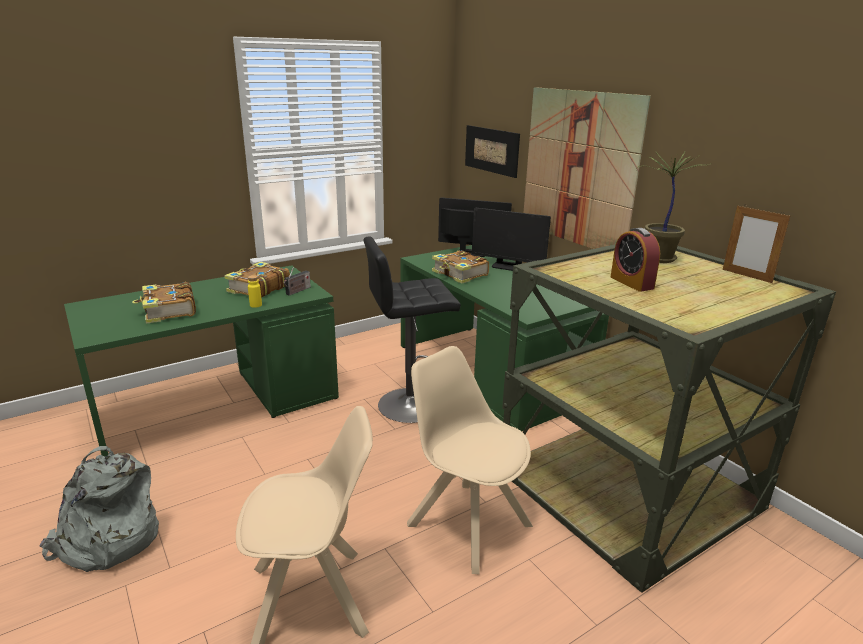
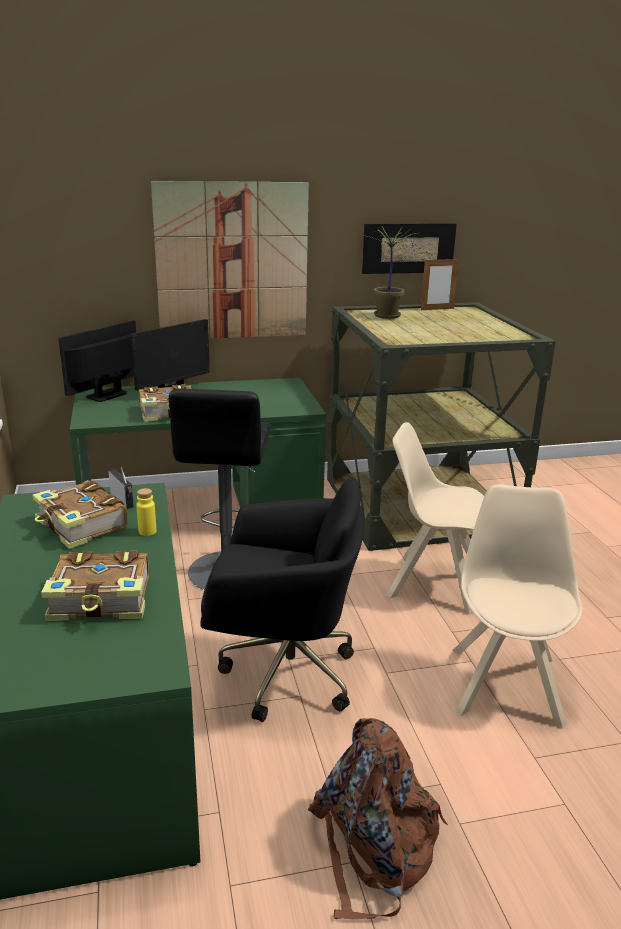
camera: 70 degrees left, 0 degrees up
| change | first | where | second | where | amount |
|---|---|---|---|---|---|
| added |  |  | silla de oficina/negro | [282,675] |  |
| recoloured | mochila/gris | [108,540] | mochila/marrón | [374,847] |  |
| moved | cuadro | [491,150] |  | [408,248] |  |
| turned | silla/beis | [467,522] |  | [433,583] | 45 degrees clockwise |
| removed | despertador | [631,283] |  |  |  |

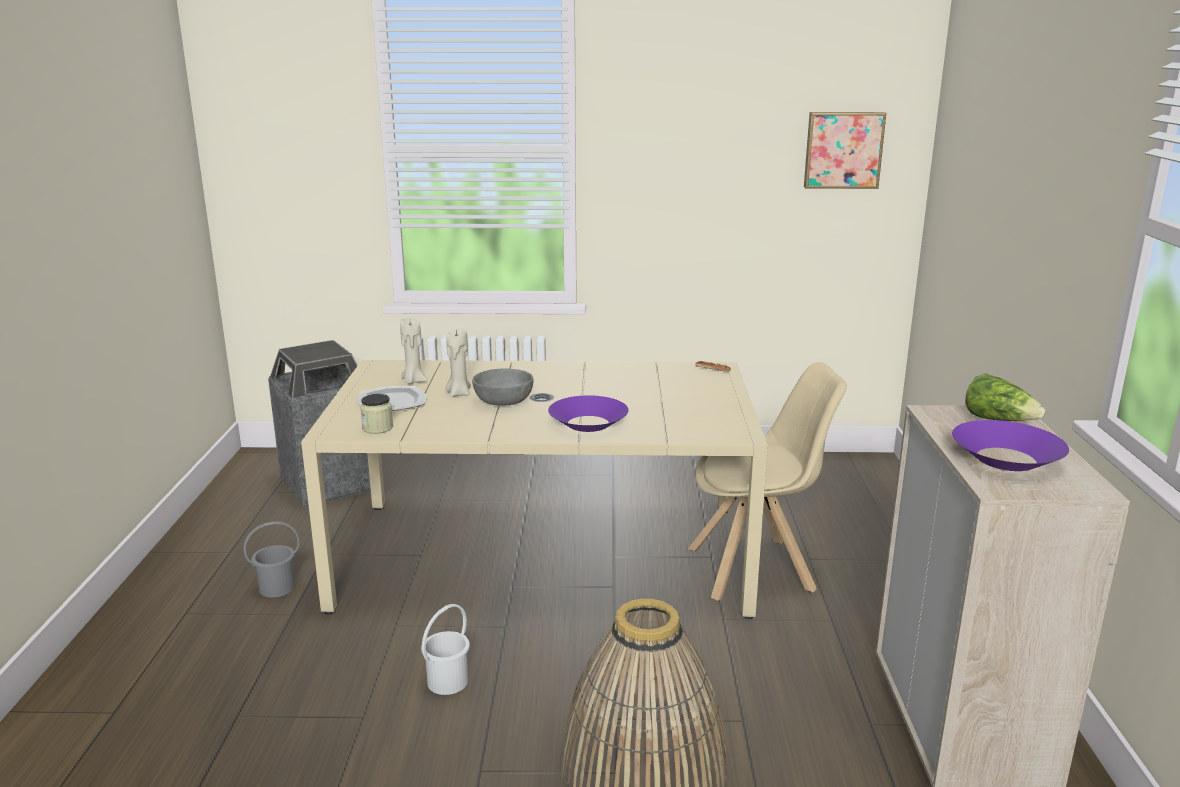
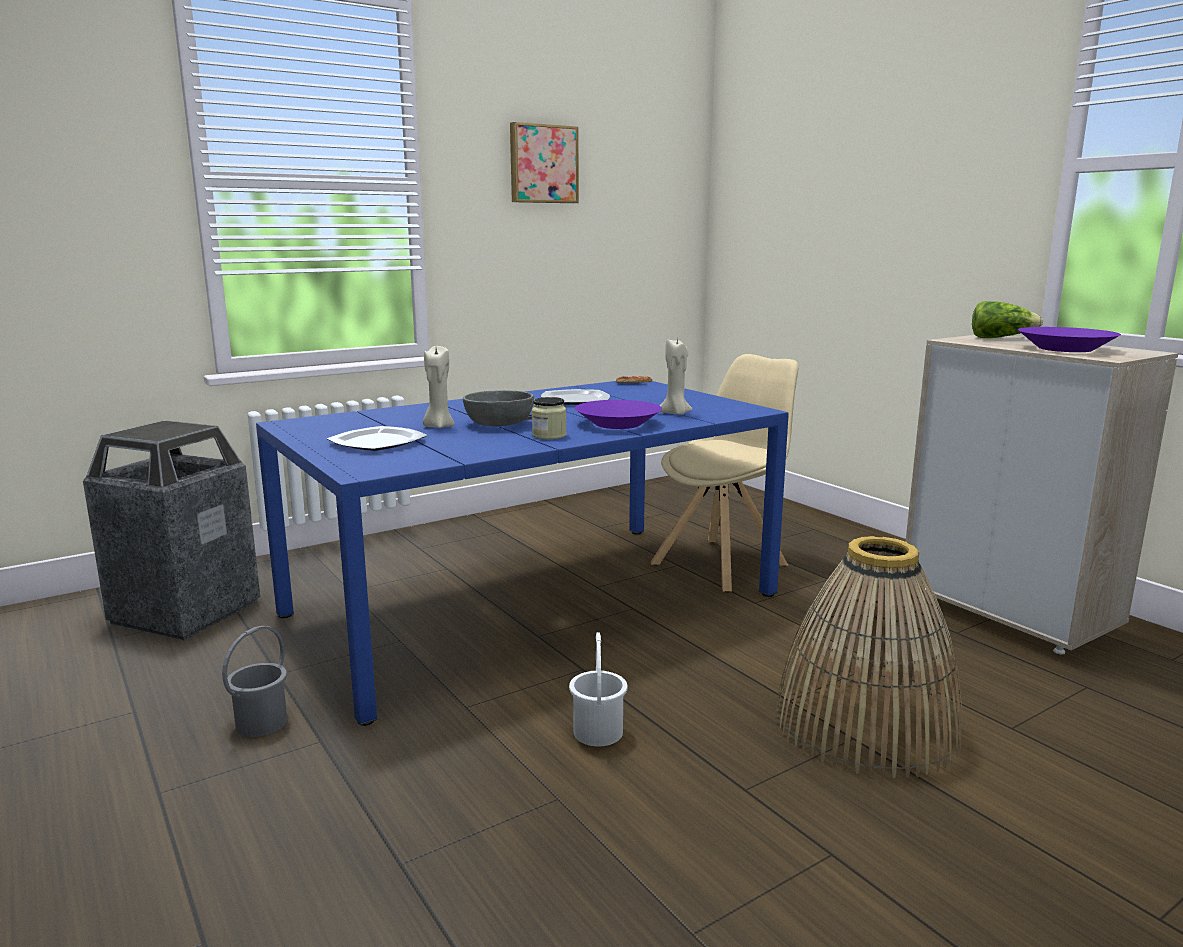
camera: 35 degrees left, 5 degrees down
| change | first | where | second | where | amount |
|---|---|---|---|---|---|
| recoloured | mesa de comedor/beis | [544,556] | mesa de comedor/azul | [533,605] |  |
| moved | cuadro | [843,150] |  | [542,164] |  |
| moved | tarro | [377,428] |  | [549,435] |  |
| added |  |  | plato | [576,400] |  |
| moved | vela/beis | [413,381] |  | [675,413] |  |

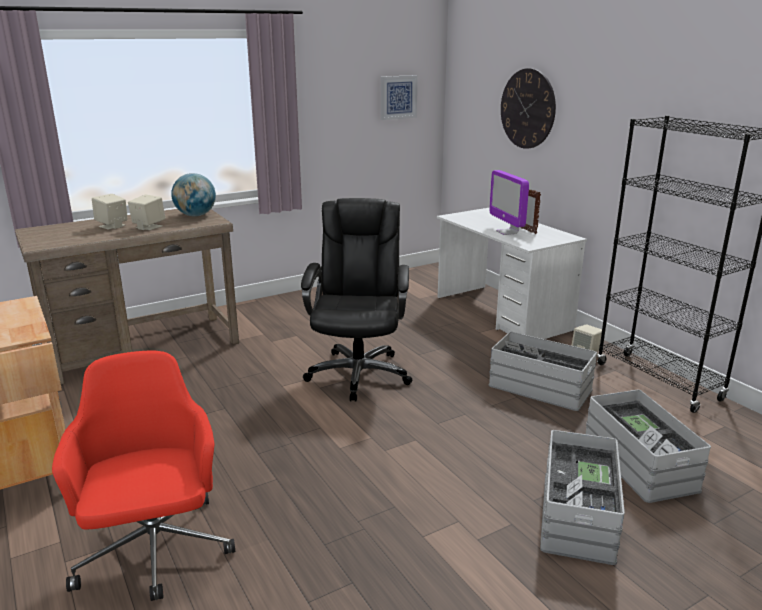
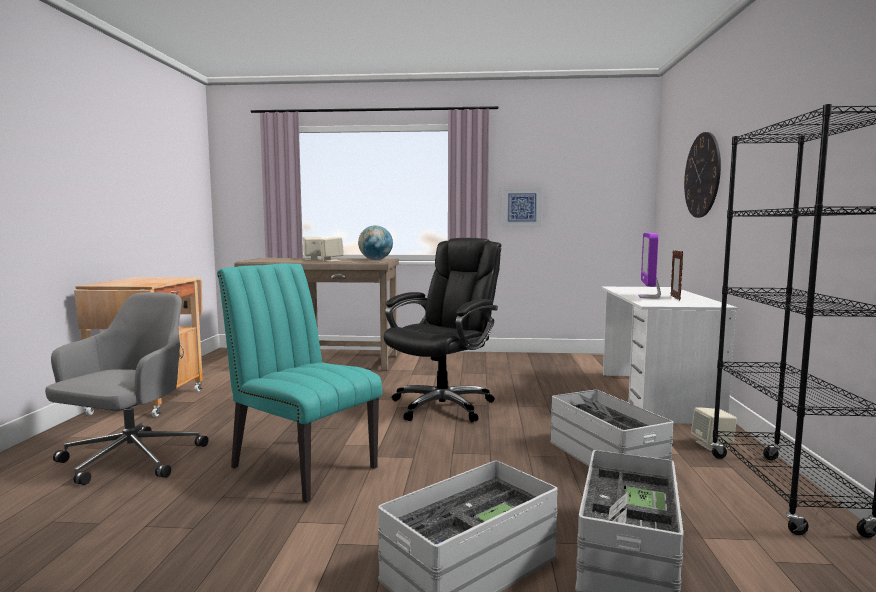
camera: 35 degrees right, 15 degrees down
| change | first | where | second | where | amount |
|---|---|---|---|---|---|
| recoloured | silla de oficina/rojo | [155,551] | silla de oficina/gris | [129,460] |  |
| added |  |  | silla/turquesa | [304,468] |  |
| moved | cuadro | [398,97] |  | [521,207] |  |

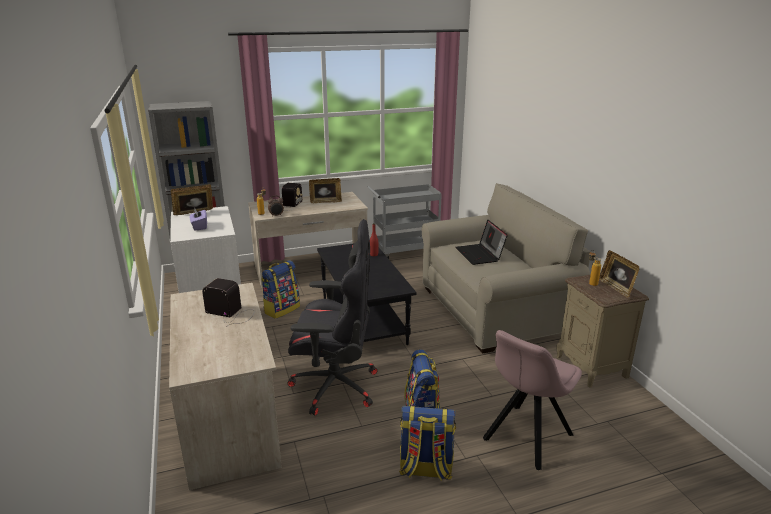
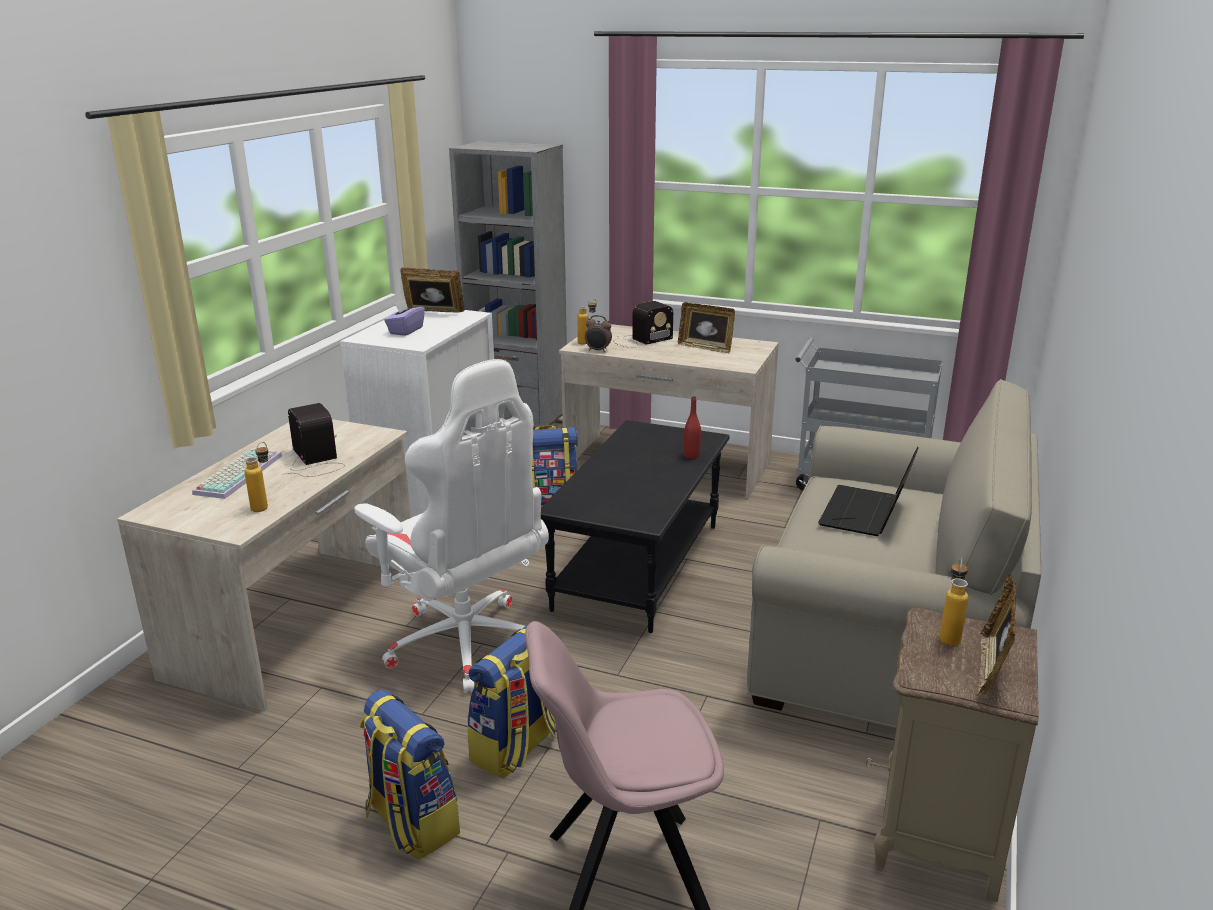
camera: 40 degrees right, 0 degrees up
| change | first | where | second | where | amount |
|---|---|---|---|---|---|
| added |  |  | teclado | [238,474] |  |
| added |  |  | botella | [264,506] |  |
| recoloured | silla de oficina/negro | [334,387] | silla de oficina/blanco | [464,643] |  |

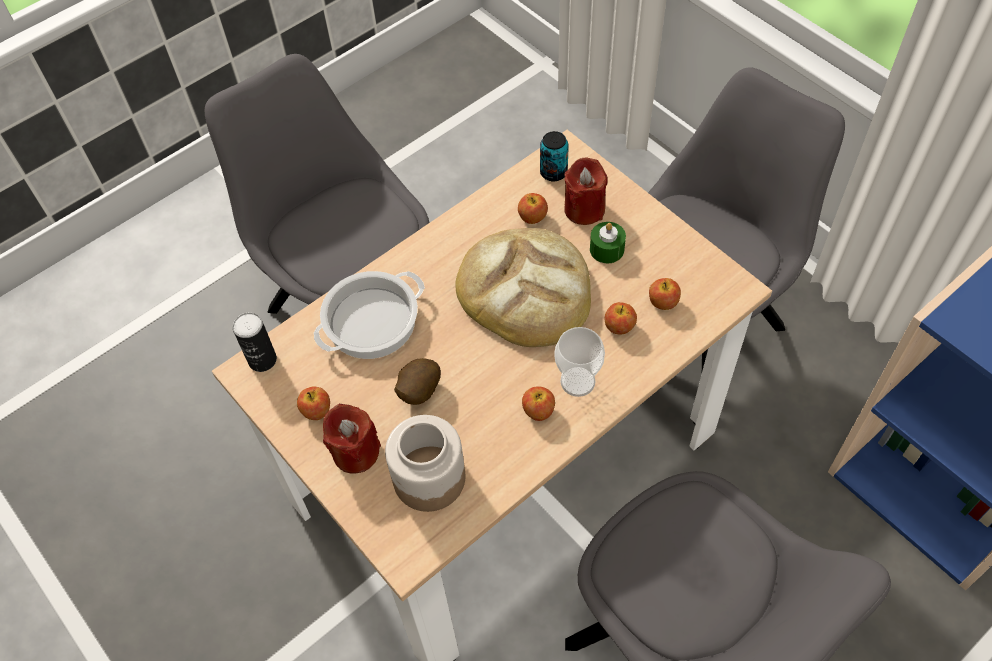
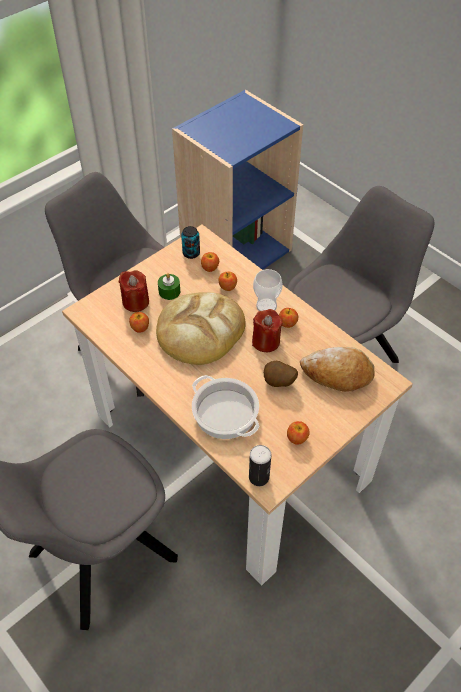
camera: 95 degrees left, 5 degrees down
| change | first | where | second | where | amount |
|---|---|---|---|---|---|
| moved | lata | [553,172] |  | [191,253] |  |
| moved | vela/rojo | [355,452] |  | [266,341] |  |
| replaced | tarro | [428,477] | pan | [337,374] |  |

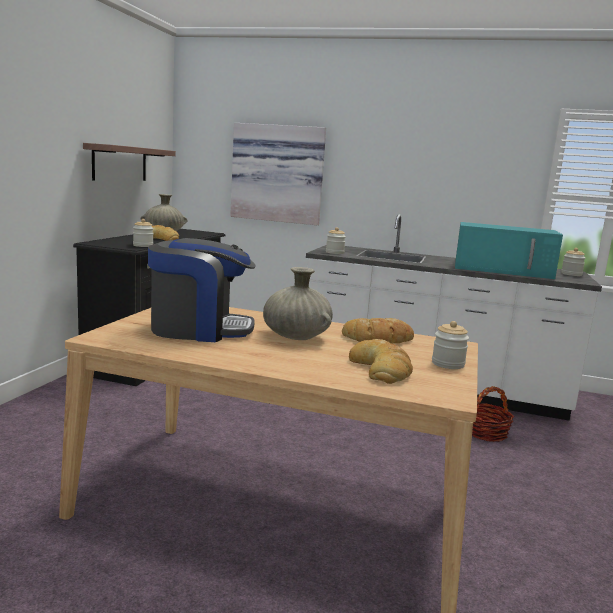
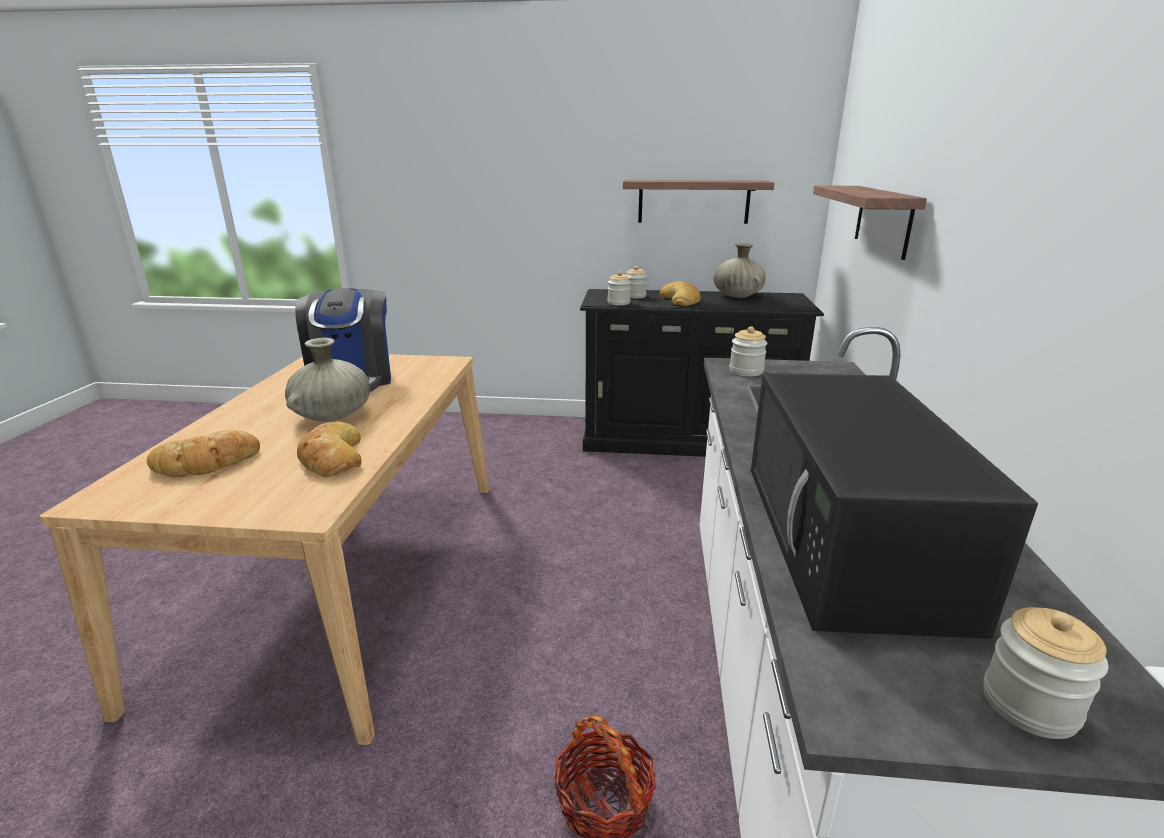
camera: 80 degrees right, 10 degrees up
| change | first | where | second | where | amount |
|---|---|---|---|---|---|
| moved | tarro | [448,364] |  | [635,296] |  |
| recoloured | microondas/turquesa | [504,270] | microondas/negro | [849,540] |  |
| replaced | cuadro | [278,173] | estante | [883,220] |  |

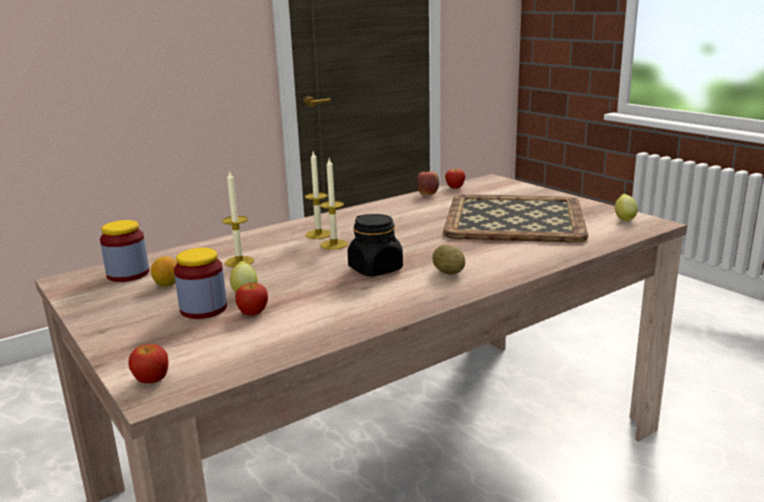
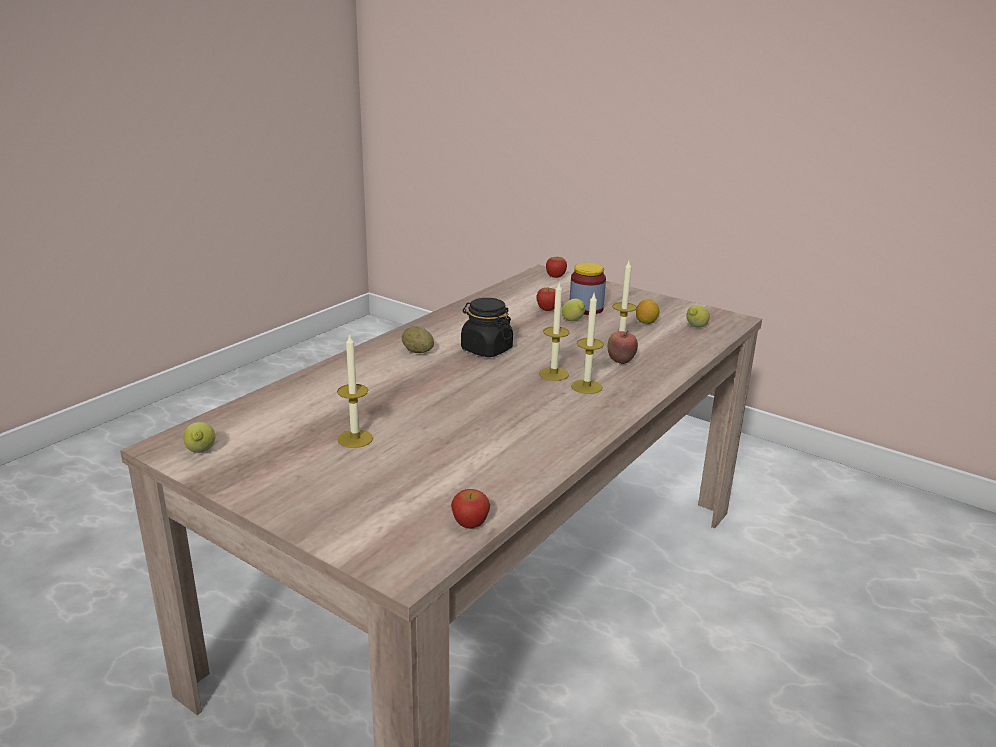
camera: 160 degrees right, 5 degrees up
| change | first | where | second | where | amount |
|---|---|---|---|---|---|
| replaced | bandeja | [515,218] | vela | [355,439] |  |
| moved | manzana | [428,195] |  | [620,362] |  |
| replaced | tarro | [128,274] | limón | [695,327] |  |

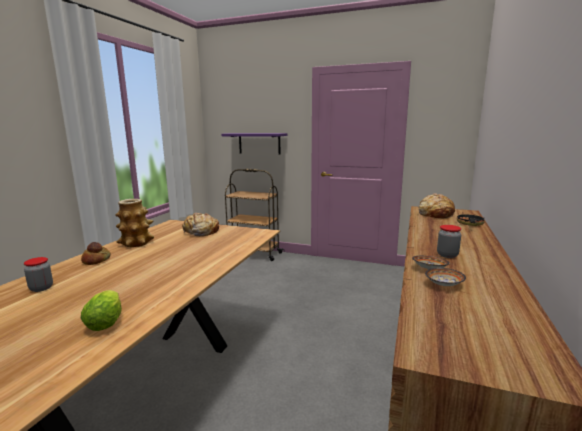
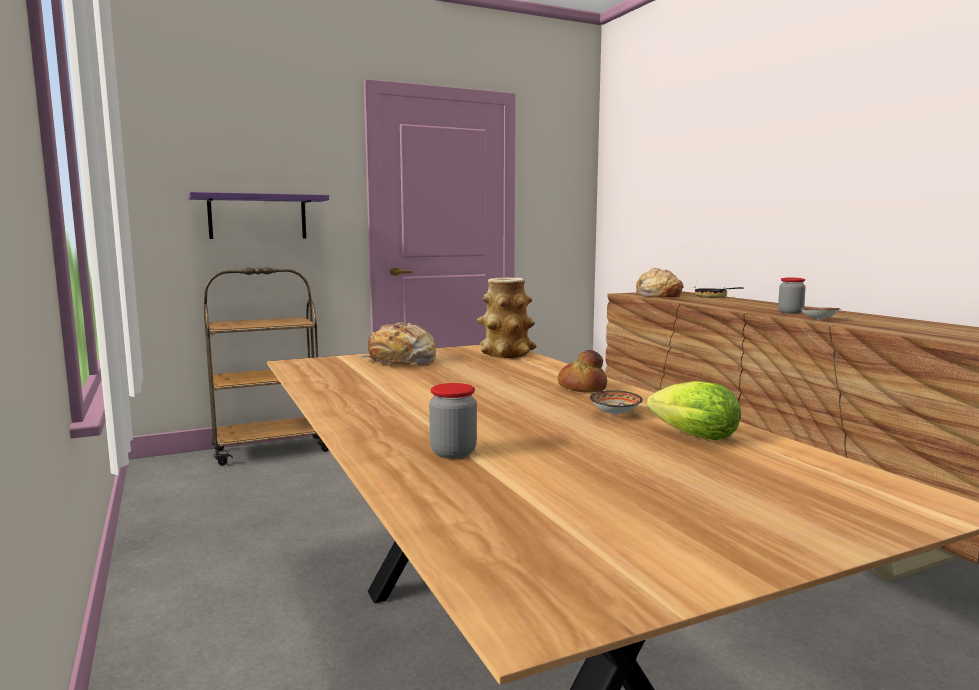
camera: 45 degrees left, 5 degrees down
| change | first | where | second | where | amount |
|---|---|---|---|---|---|
| moved | florero | [136,243] |  | [506,354] |  |
| moved | pan | [96,260] |  | [582,388] |  |
| moved | cuenco | [444,285] |  | [615,414] |  |

